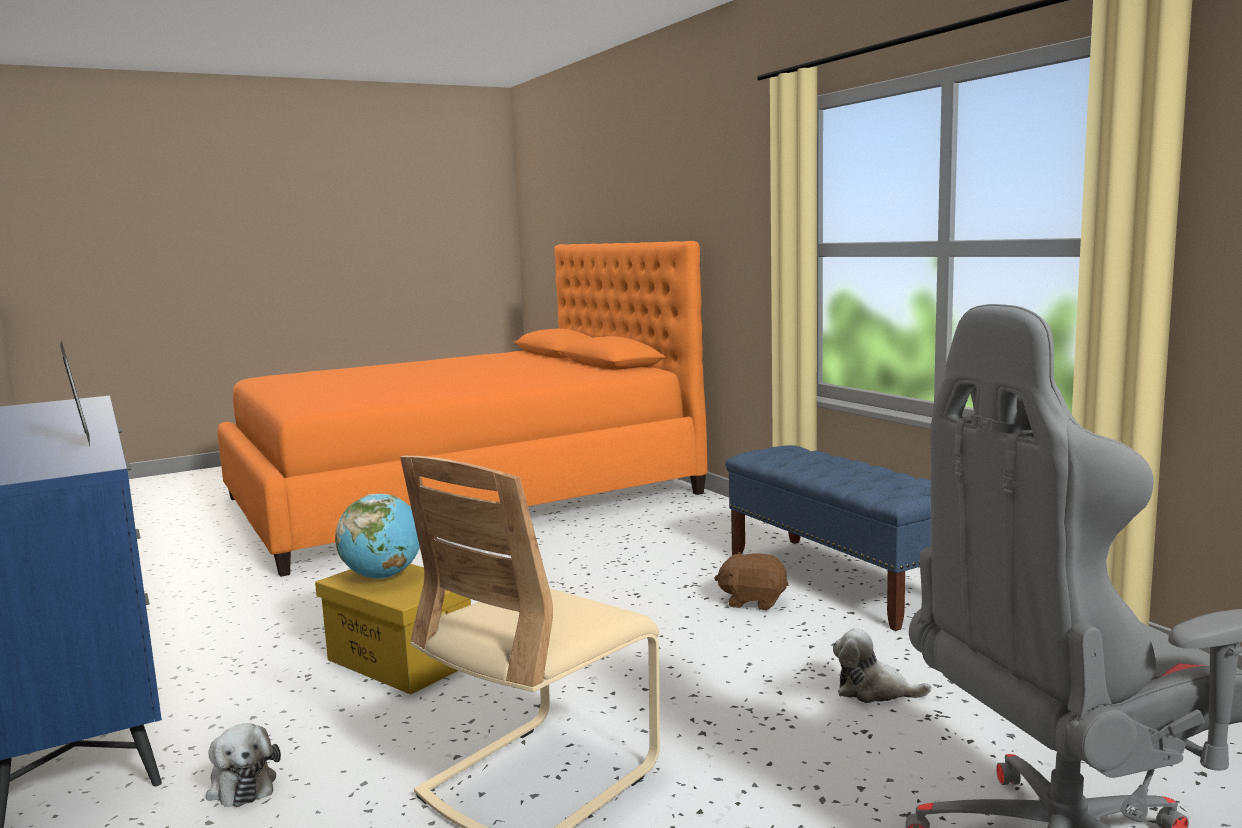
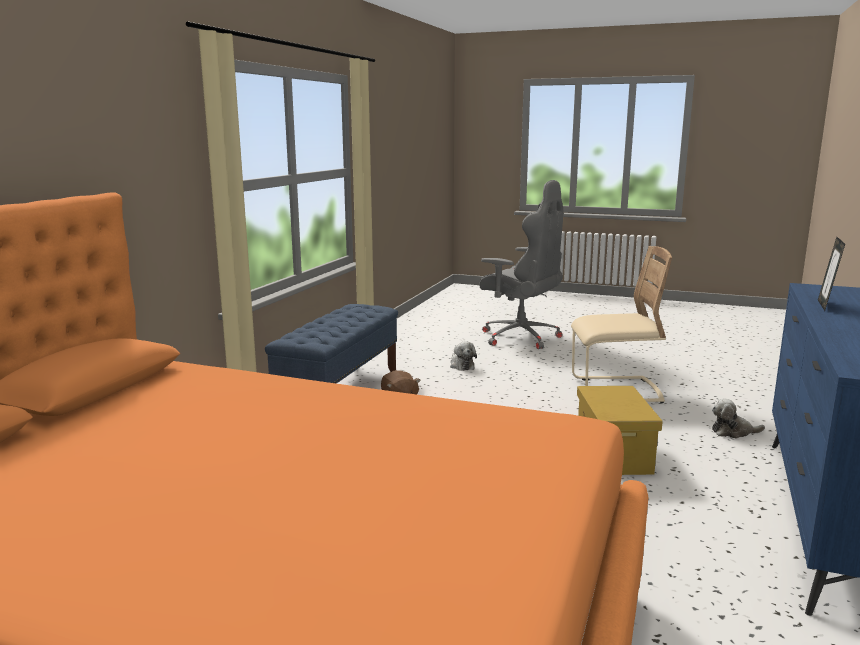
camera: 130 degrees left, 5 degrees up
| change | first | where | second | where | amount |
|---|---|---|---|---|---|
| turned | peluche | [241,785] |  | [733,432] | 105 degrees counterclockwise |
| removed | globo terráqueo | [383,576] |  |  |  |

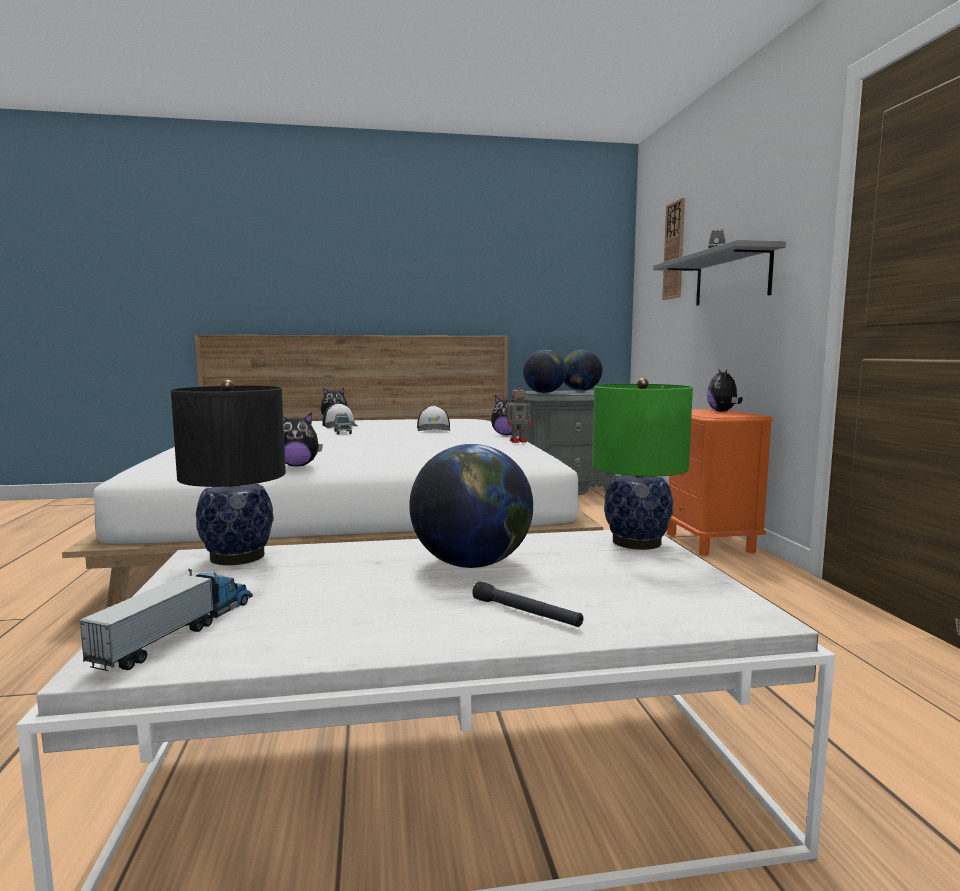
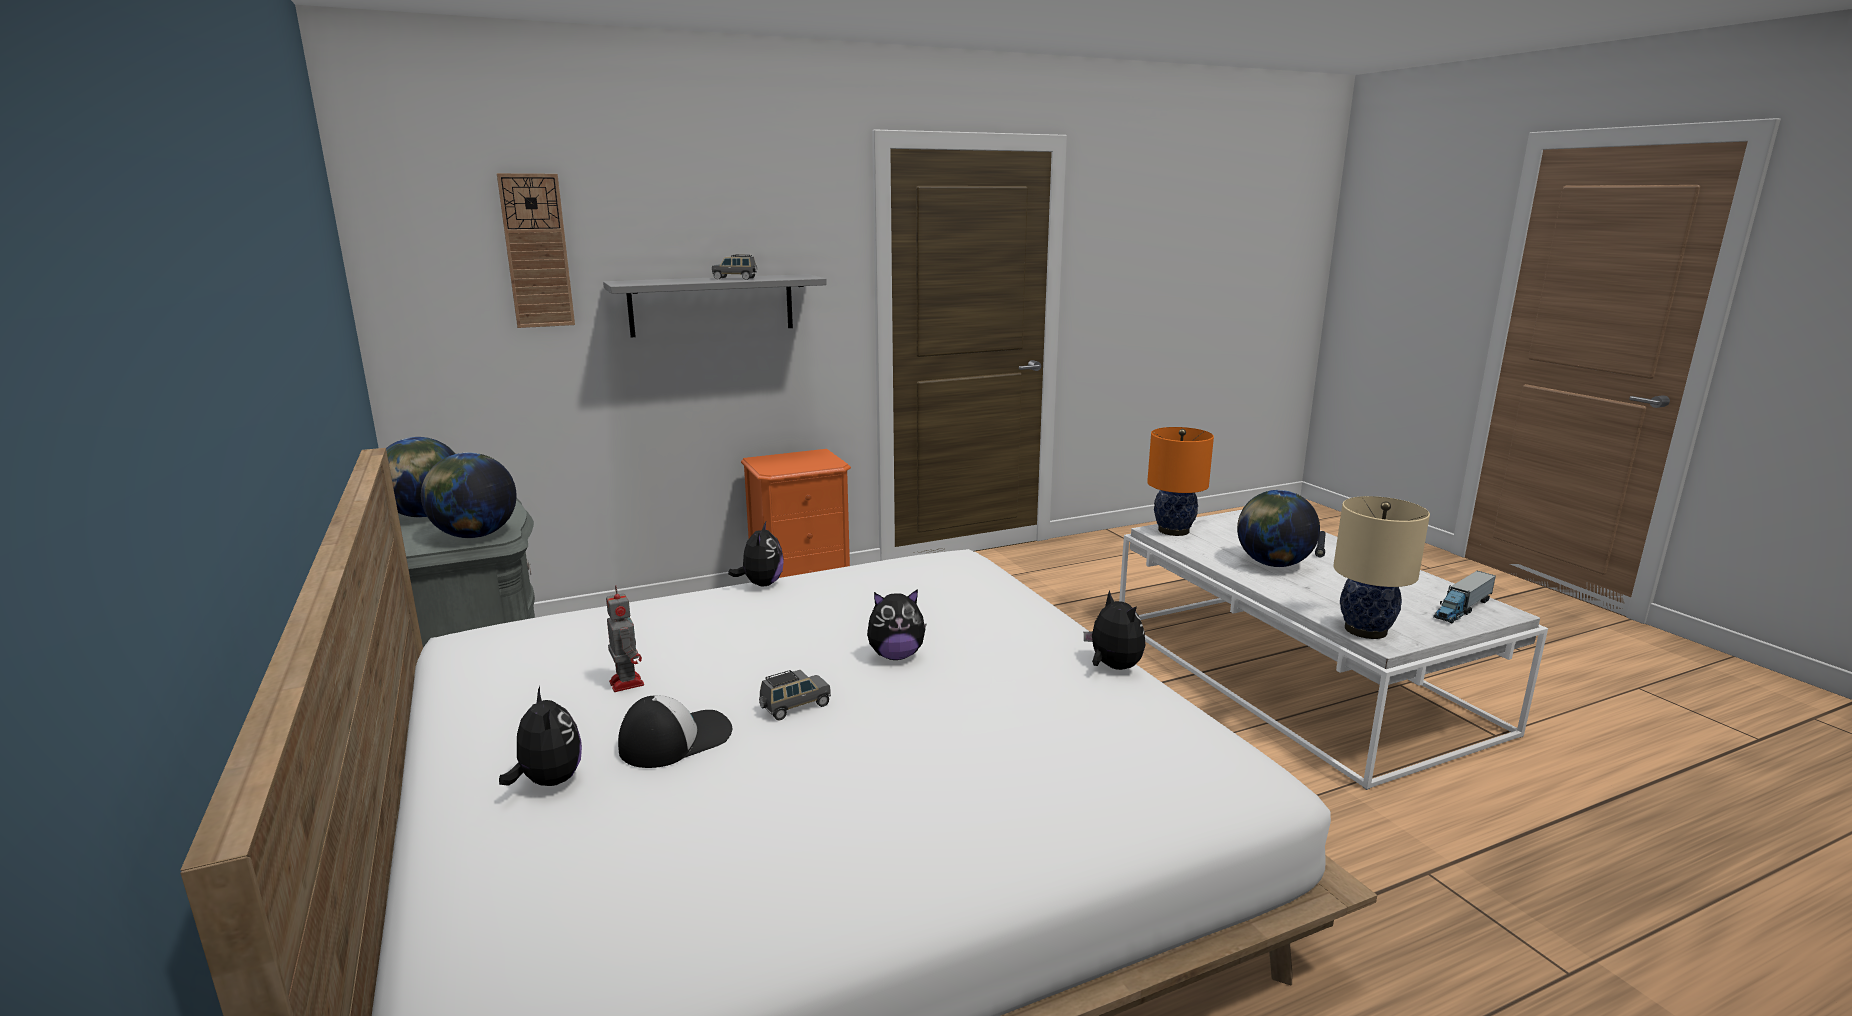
camera: 105 degrees left, 10 degrees up
| change | first | where | second | where | amount |
|---|---|---|---|---|---|
| moved | robot de juguete | [519,441] |  | [626,682] |  |
| moved | peluche | [723,411] |  | [896,655] |  |
| recoloured | lámpara de mesa/verde | [636,542] | lámpara de mesa/naranja | [1173,530] |  |
| recoloured | lámpara de mesa/negro | [238,556] | lámpara de mesa/beis | [1365,630] |  |
| turned | camión de juguete | [179,632] |  | [1462,609] | 45 degrees counterclockwise |
| removed | gorra | [434,429] |  |  |  |

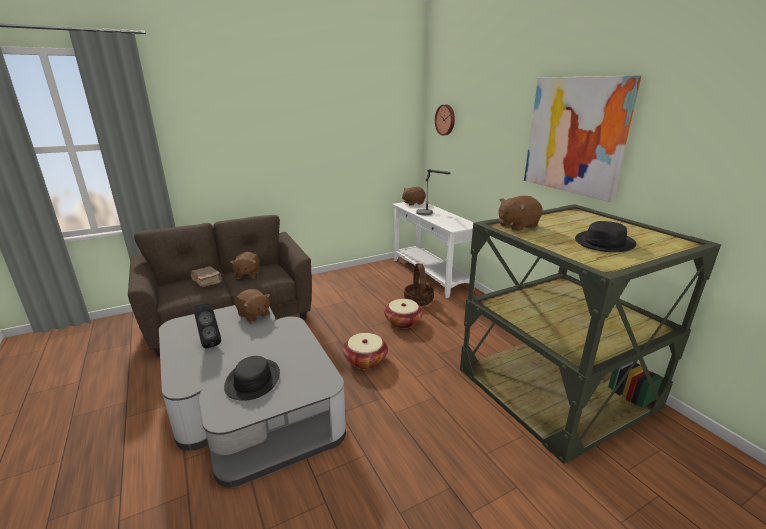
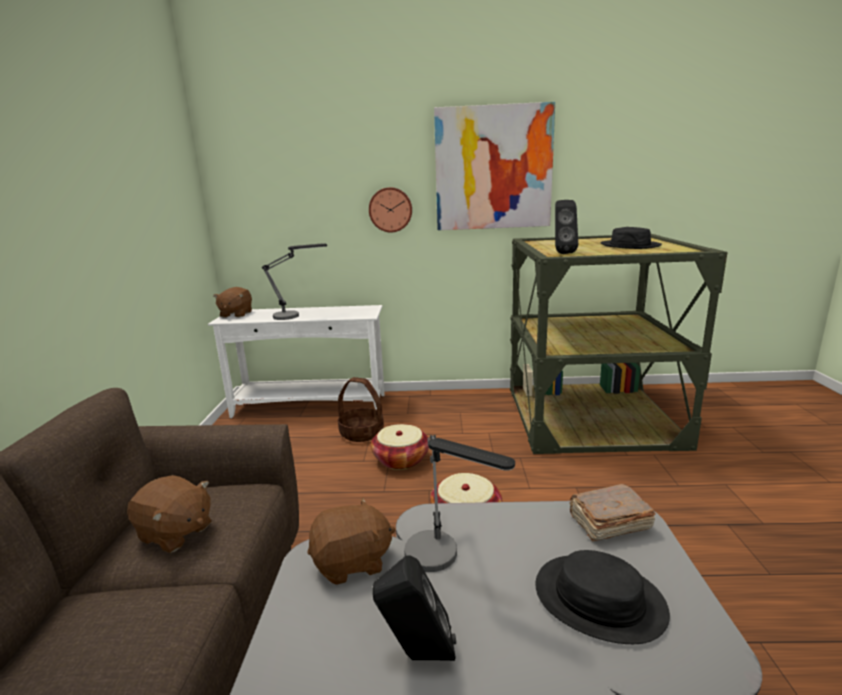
camera: 60 degrees left, 5 degrees down
| change | first | where | second | where | amount |
|---|---|---|---|---|---|
| moved | reloj de pared | [445,120] |  | [390,209] |  |
| added |  |  | lámpara de mesa | [443,560] |  |
| replaced | peluche/marrón | [517,226] | altavoz/negro | [562,253] |  |
| moved | libro/marrón | [207,281] |  | [608,523] |  |

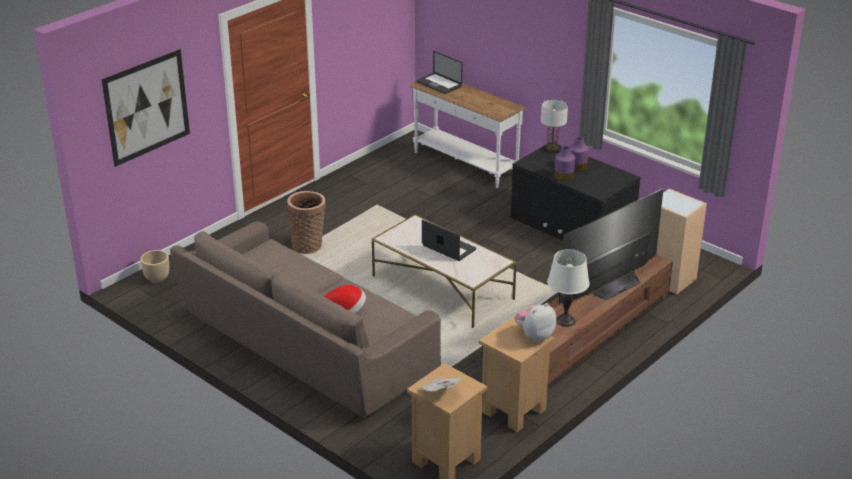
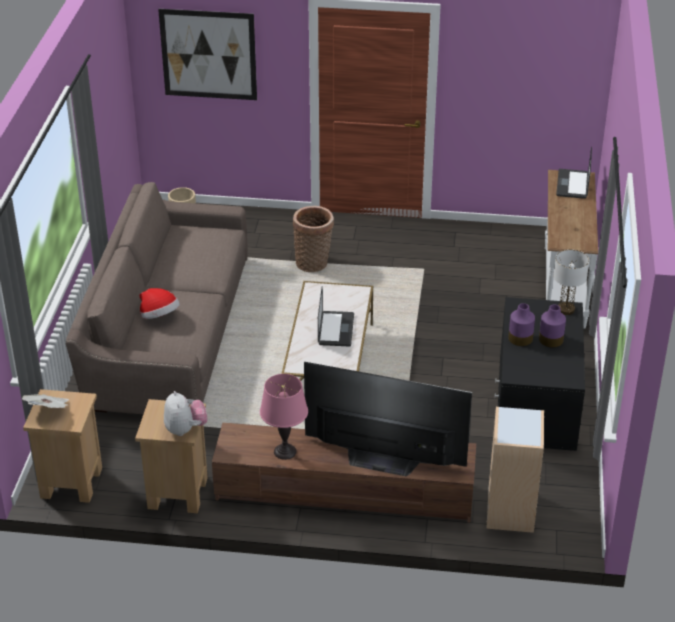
camera: 55 degrees right, 5 degrees up
| change | first | where | second | where | amount |
|---|---|---|---|---|---|
| turned | peluche | [535,336] |  | [185,429] | 60 degrees clockwise |
| recoloured | lámpara de mesa/blanco | [565,320] | lámpara de mesa/rosa | [285,451] |  |

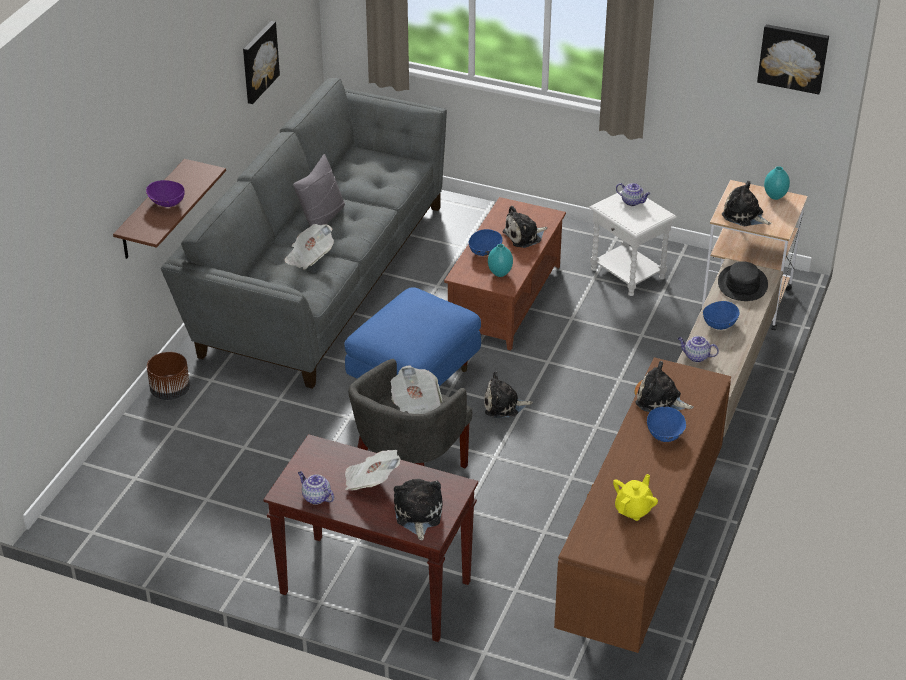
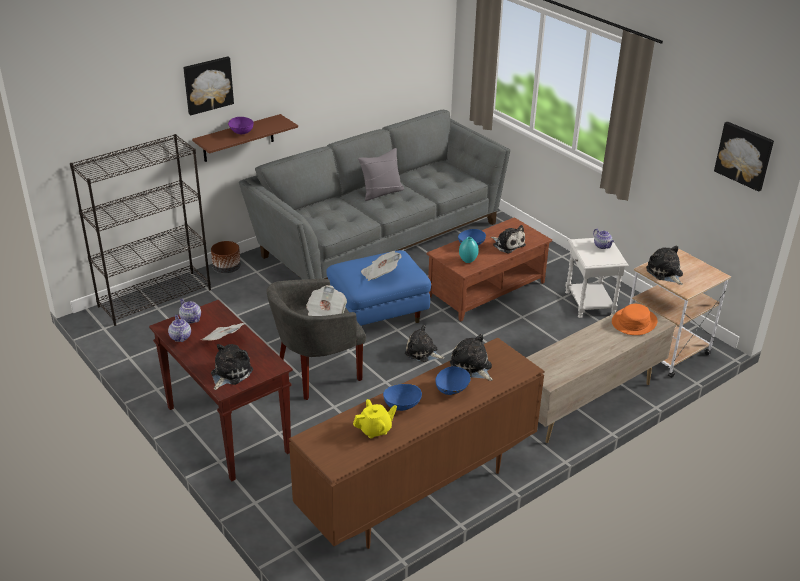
camera: 30 degrees right, 5 degrees down
| change | first | where | second | where | amount |
|---|---|---|---|---|---|
| added |  |  | estantería/negro | [155,297] |  |
| moved | tetera | [696,357] |  | [190,319] |  |
| moved | cuadro | [258,61] |  | [207,85] |  |
| moved | periódico | [309,257] |  | [380,274] |  |
| moved | cuenco/azul | [719,324] |  | [402,405] |  |
| turned | peluche | [524,236] |  | [507,244] | 135 degrees counterclockwise |
| recoloured | sombrero/negro | [742,284] | sombrero/naranja | [634,322] |  |
| removed | florero/turquesa | [775,196] |  |  |  |

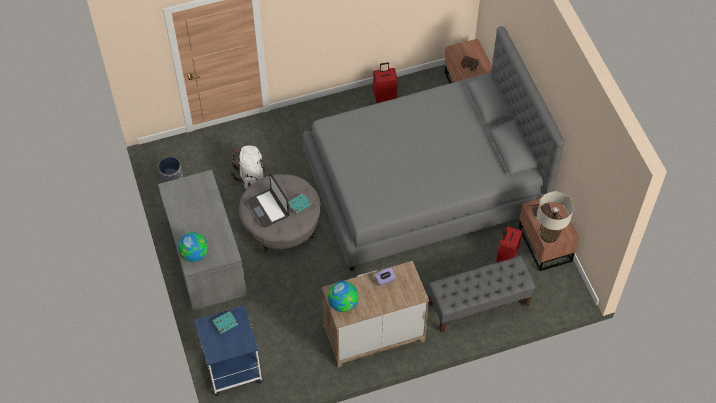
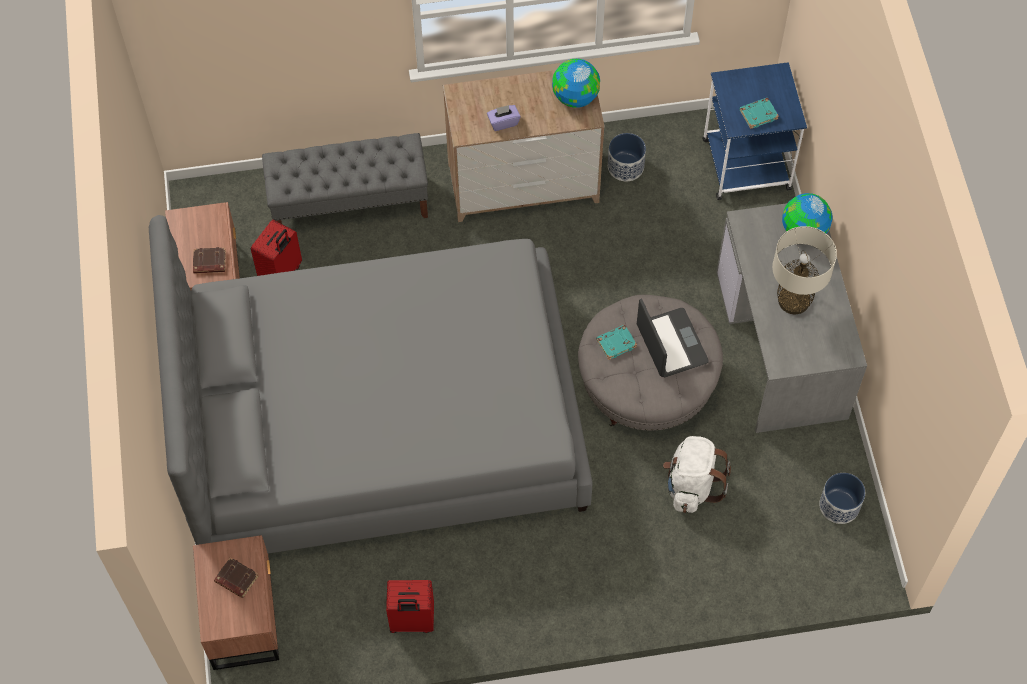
camera: 170 degrees left, 5 degrees up
| change | first | where | second | where | amount |
|---|---|---|---|---|---|
| added |  |  | maceta | [626,166] |  |
| moved | lámpara de mesa | [549,235] |  | [794,300] |  |

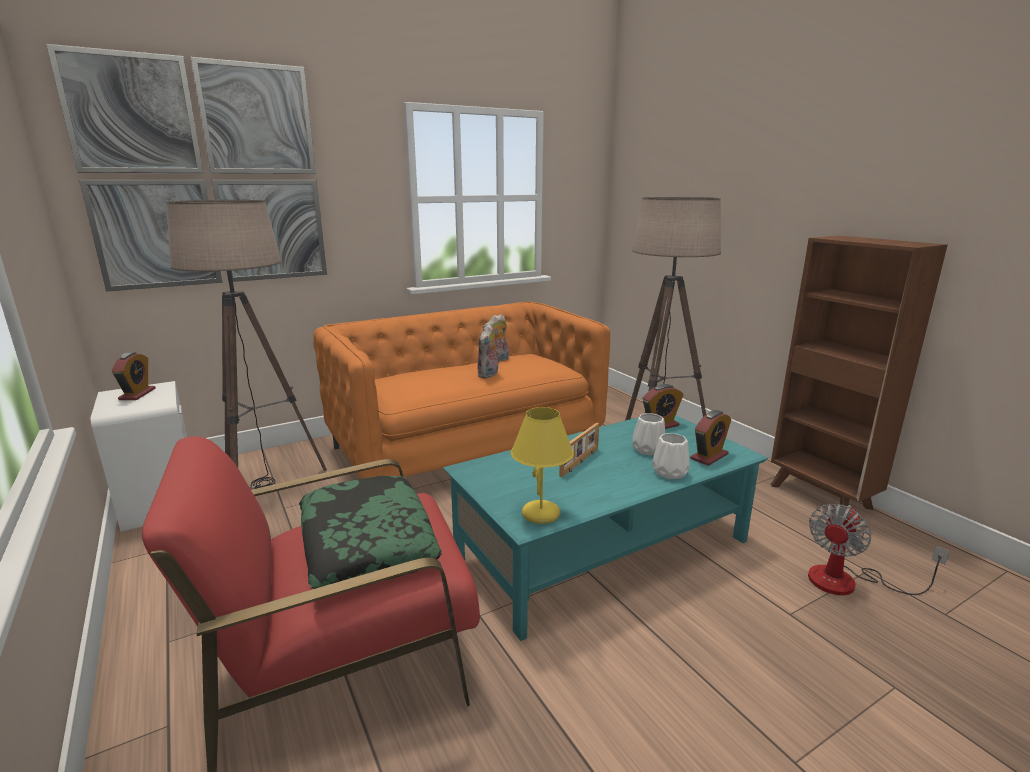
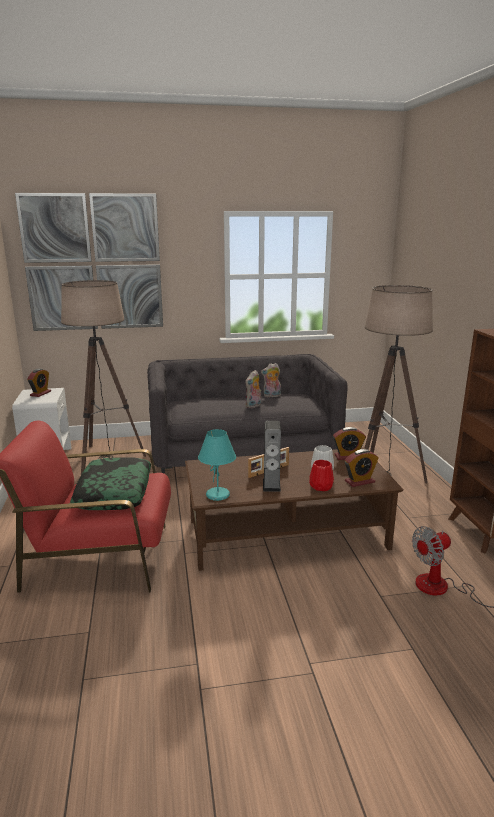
camera: 20 degrees right, 0 degrees up
| change | first | where | second | where | amount |
|---|---|---|---|---|---|
| recoloured | sofá/naranja | [467,446] | sofá/gris | [242,455] |  |
| recoloured | mesa de centro/turquesa | [603,546] | mesa de centro/marrón | [287,532] |  |
| recoloured | lámpara de mesa/amarillo | [541,514] | lámpara de mesa/turquesa | [218,495] |  |
| added |  |  | altavoz | [271,485] |  |
| recoloured | florero/blanco | [670,473] | florero/rojo | [321,487] |  |

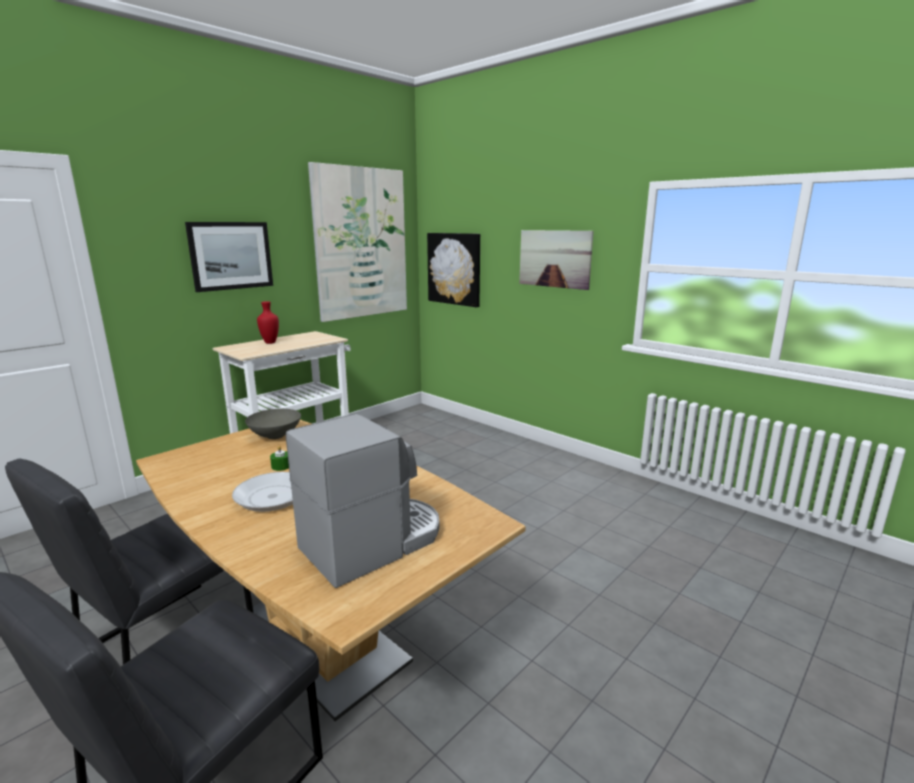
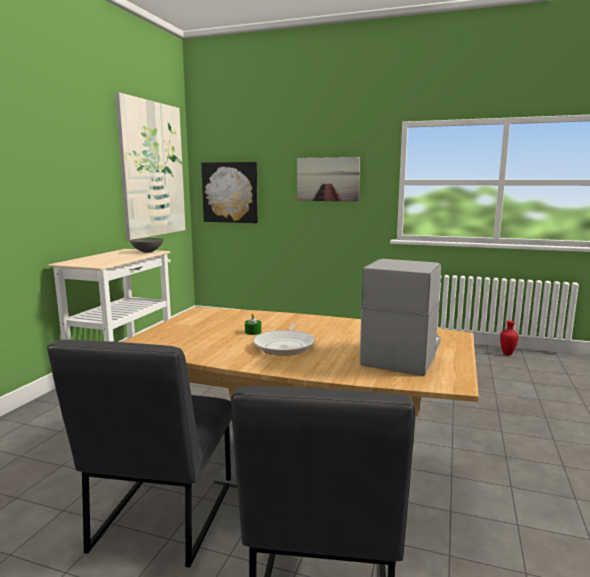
camera: 25 degrees left, 5 degrees down
| change | first | where | second | where | amount |
|---|---|---|---|---|---|
| moved | cuenco/gris | [276,435] |  | [147,251] |  |
| moved | florero/rojo | [270,342] |  | [507,353] |  |
| removed | cuadro | [231,255] |  |  |  |

